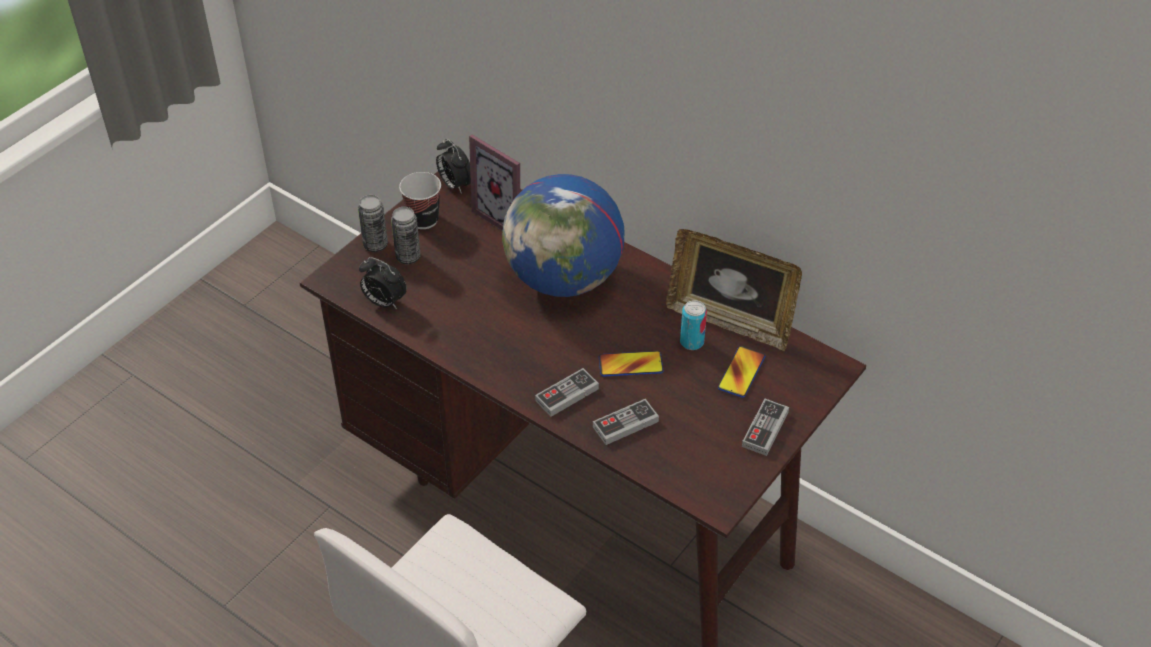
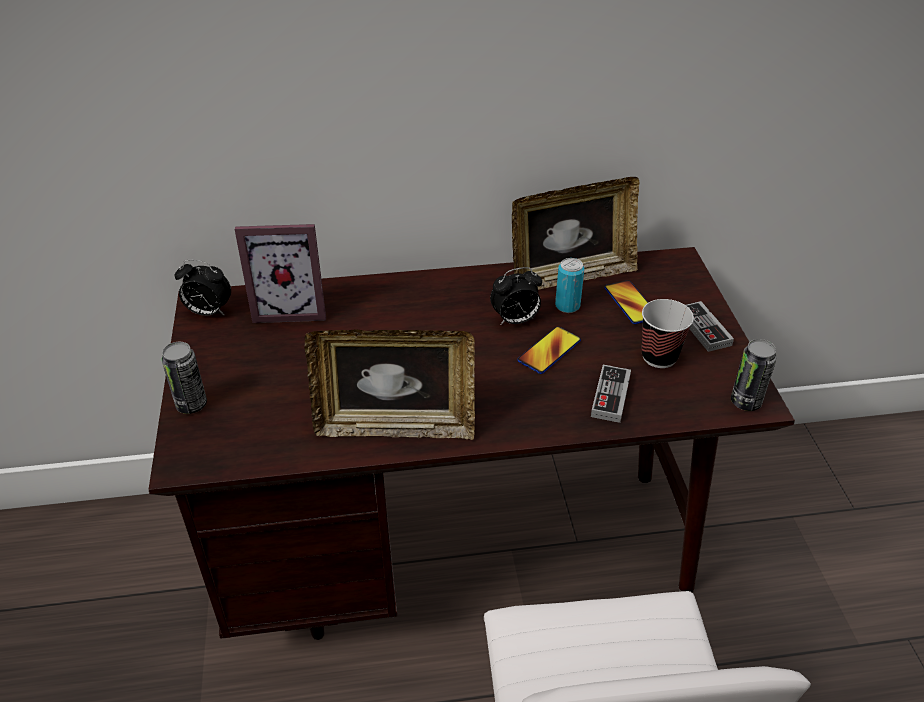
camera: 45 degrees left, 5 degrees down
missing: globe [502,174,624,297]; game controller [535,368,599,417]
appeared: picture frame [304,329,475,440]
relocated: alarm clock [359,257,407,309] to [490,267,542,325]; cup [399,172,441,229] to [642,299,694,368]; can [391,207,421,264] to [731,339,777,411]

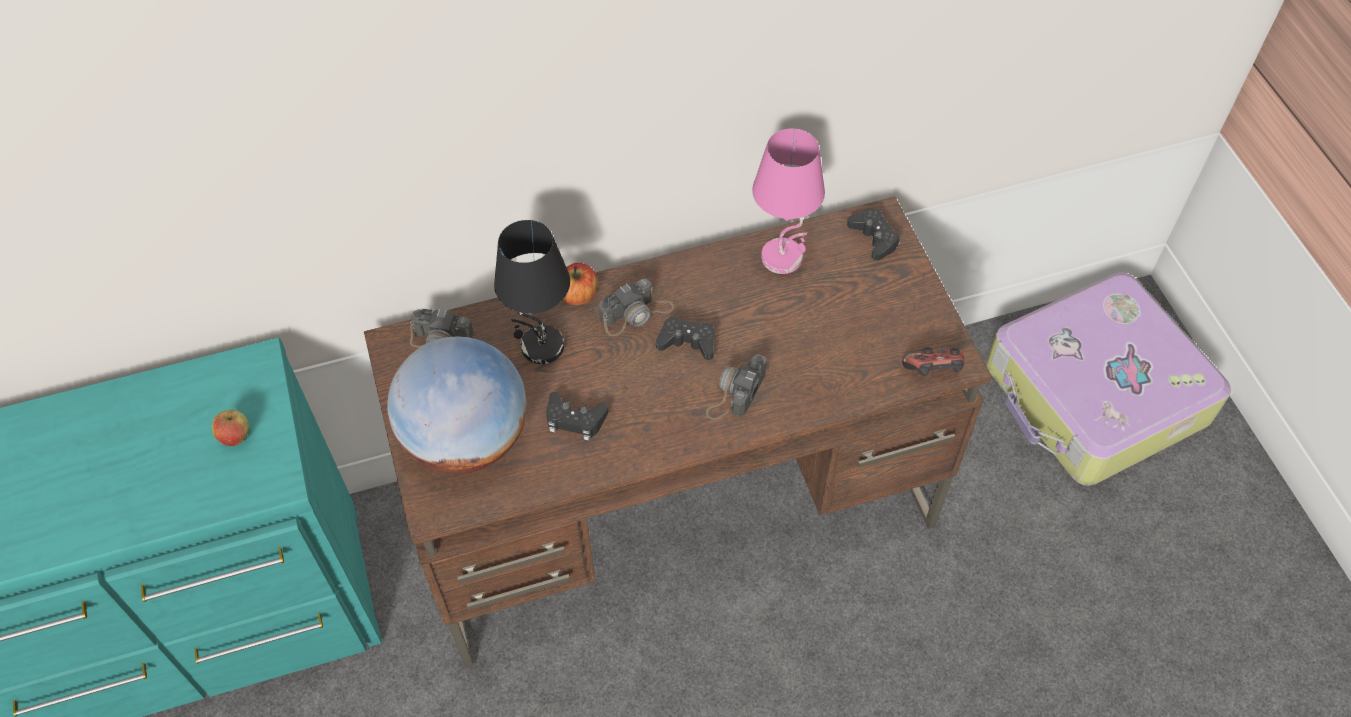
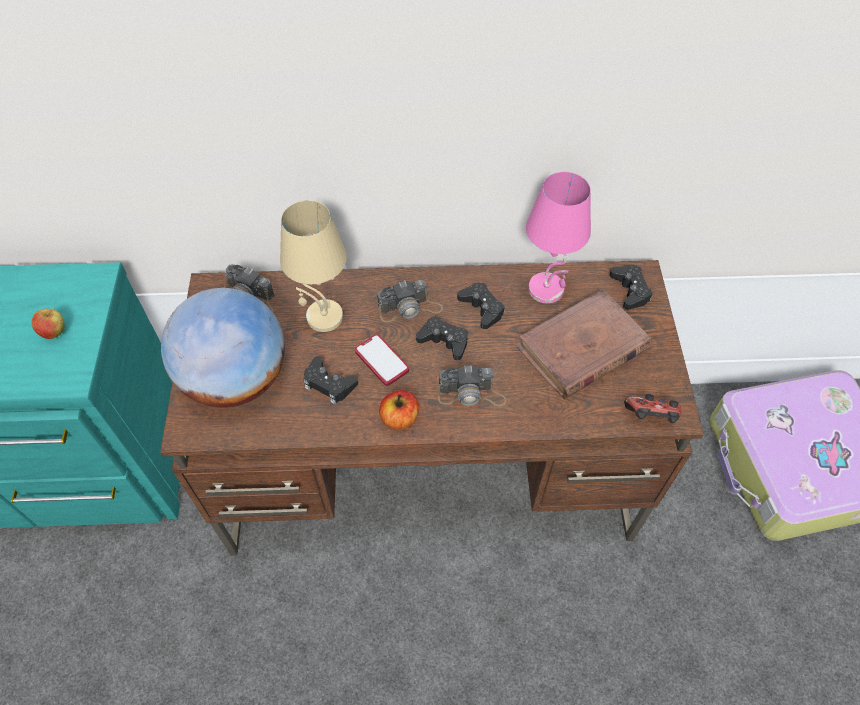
camera: 15 degrees right, 0 degrees up
appeared: phone [355,334,409,386]; game controller (black) [457,283,505,329]; book (brown) [515,289,652,399]
relocated: apple [563,263,597,305] to [379,390,419,429]
colour: table lamp (black) [494,220,570,364] to table lamp (beige) [280,200,347,332]
spun: photo camera [706,354,766,420] = [437,365,506,407] 135 degrees counterclockwise

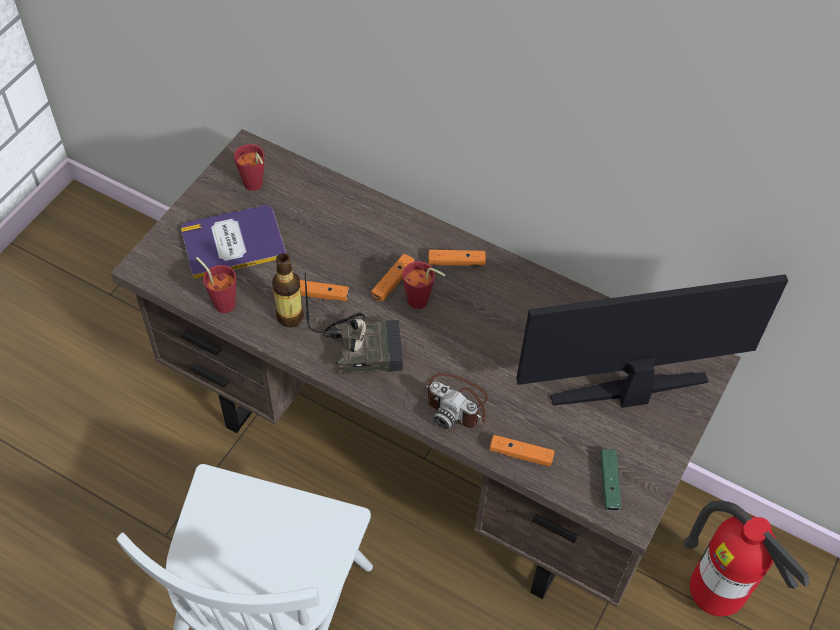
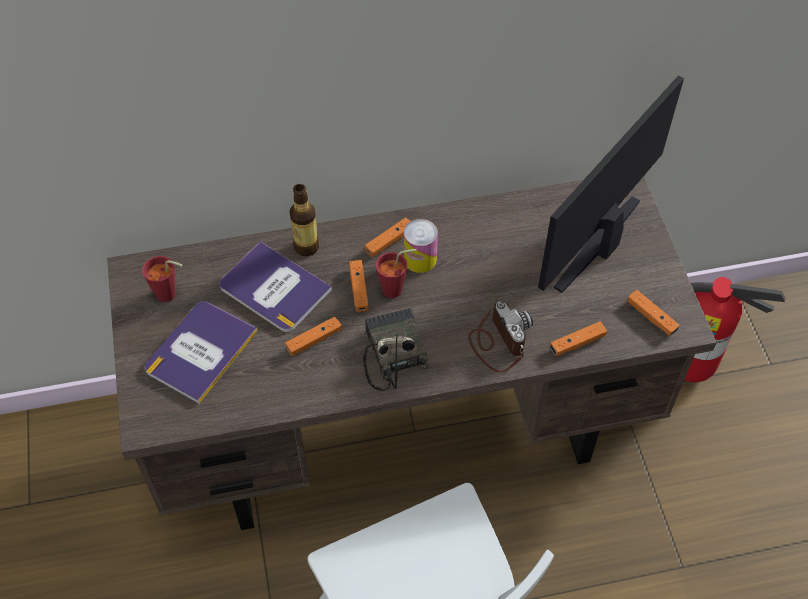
camera: 40 degrees left, 0 degrees up
missing: cup (red) [196,257,236,313]
appeared: book [219,241,332,332]; can [404,219,438,273]
relocated: bottle [272,253,304,327] to [289,184,319,256]
colour: game controller (green) [601,449,621,511] to game controller (orange) [627,290,680,336]
spun: radio [305,272,403,374] = [363,308,428,391] 60 degrees counterclockwise; photo camera [423,373,488,429] = [468,300,533,373] 105 degrees counterclockwise

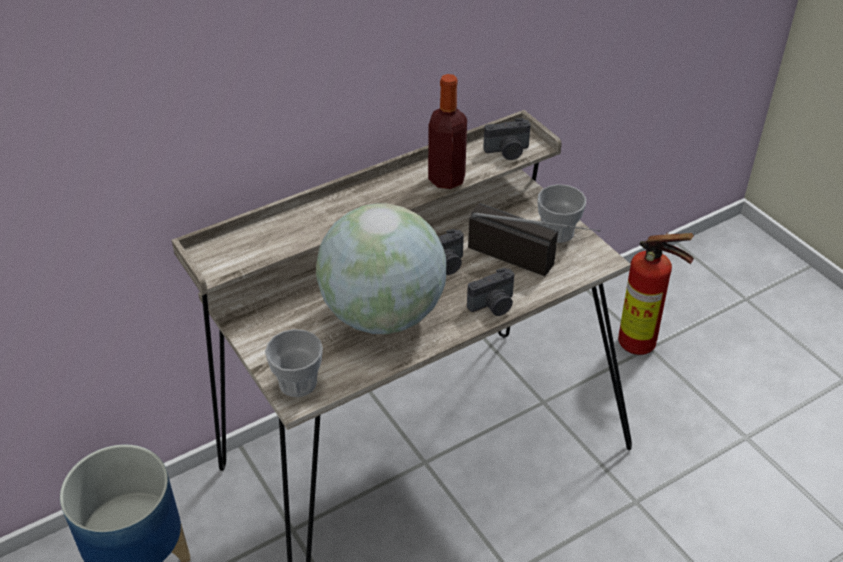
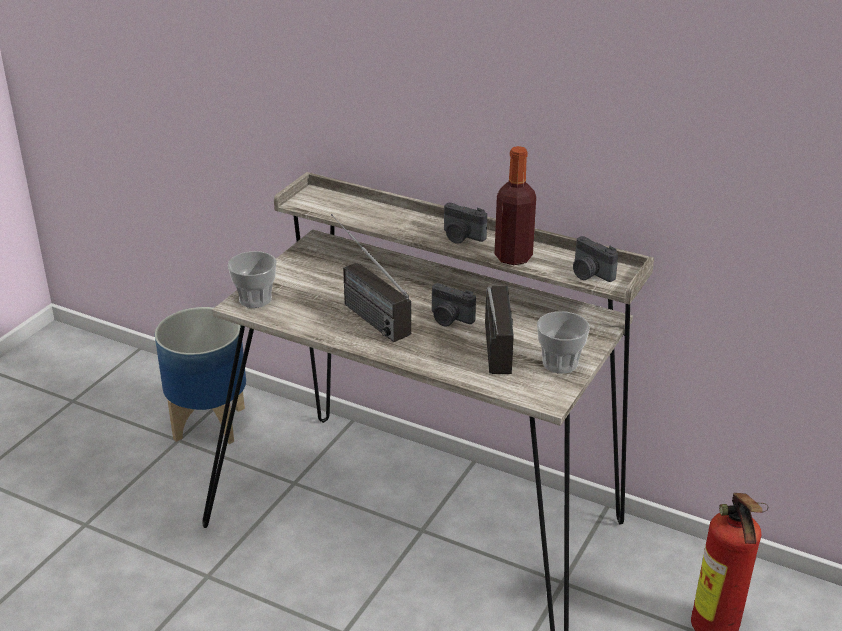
camera: 60 degrees right, 10 degrees down
relocated: photo camera [467,268,514,316] to [444,203,487,244]
exchanged: globe [316,203,446,334] to radio [331,214,411,342]

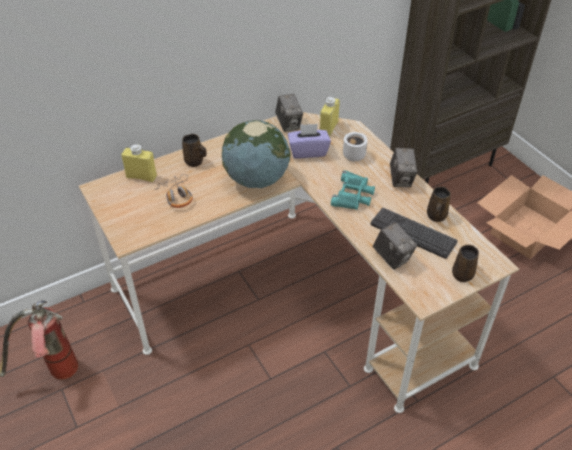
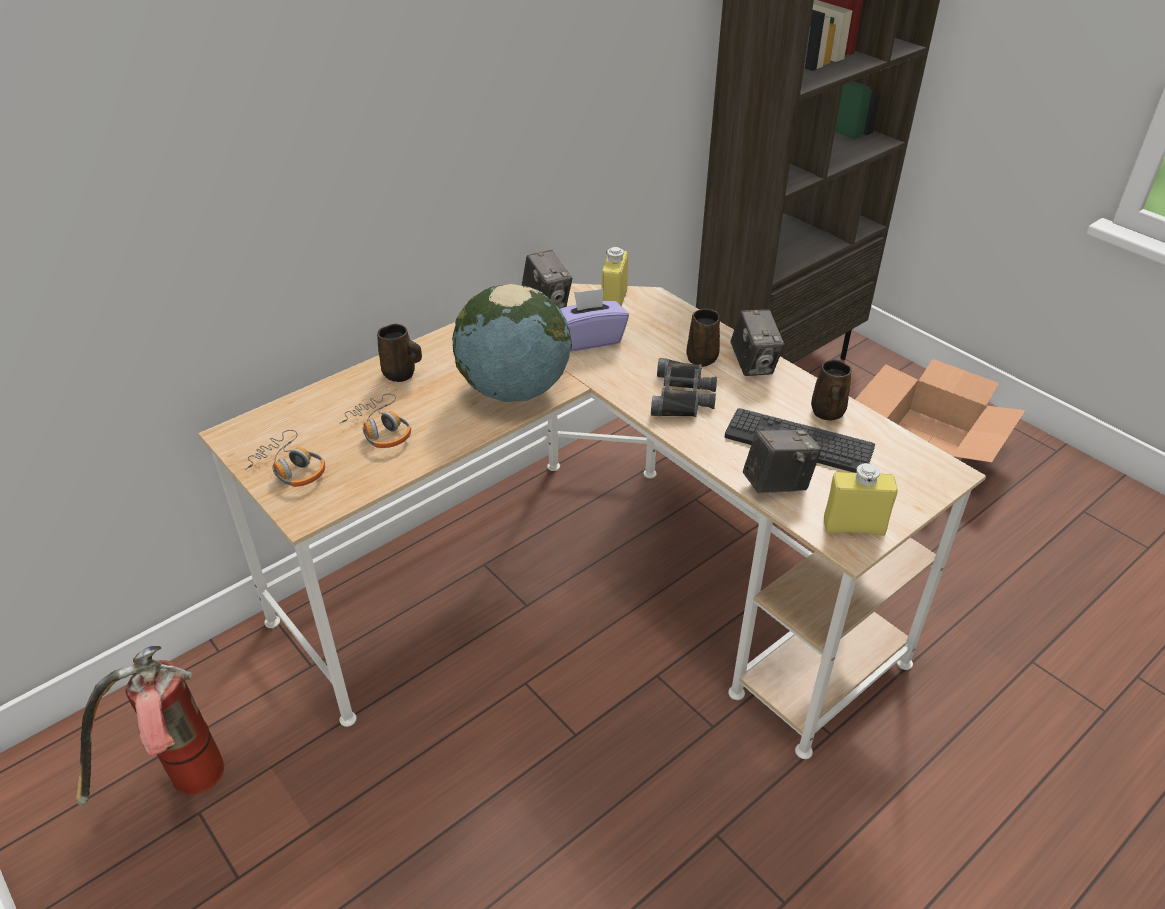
camera: 10 degrees left, 5 degrees down
missing: mug (white) [343,132,368,161]
appeared: headphones [245,430,325,487]
relocated: mug (brown) [452,245,479,282] to [686,308,720,367]; bottle (yellow) [121,144,157,182] to [824,463,898,536]
colour: binoculars (turquoise) [331,170,375,210] to binoculars (black) [651,358,717,417]
spun: photo camera [373,222,417,270] = [743,430,822,494] 60 degrees counterclockwise

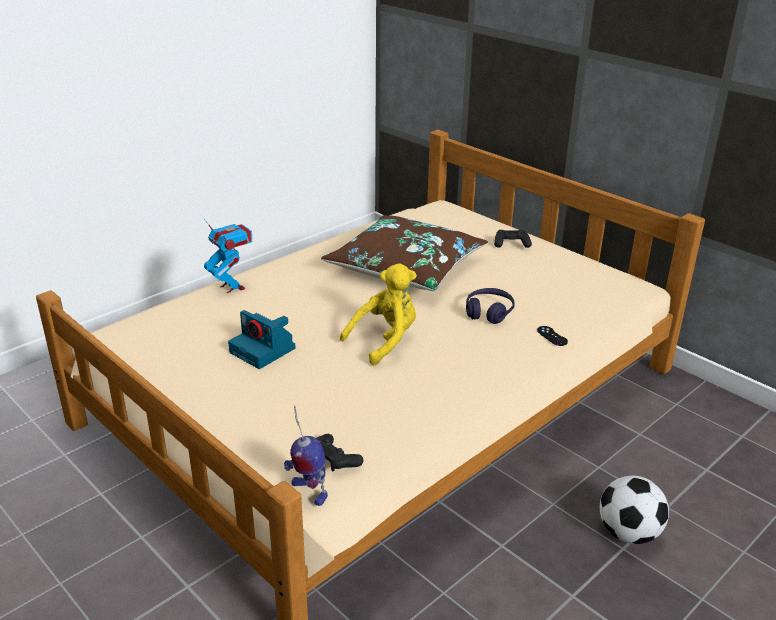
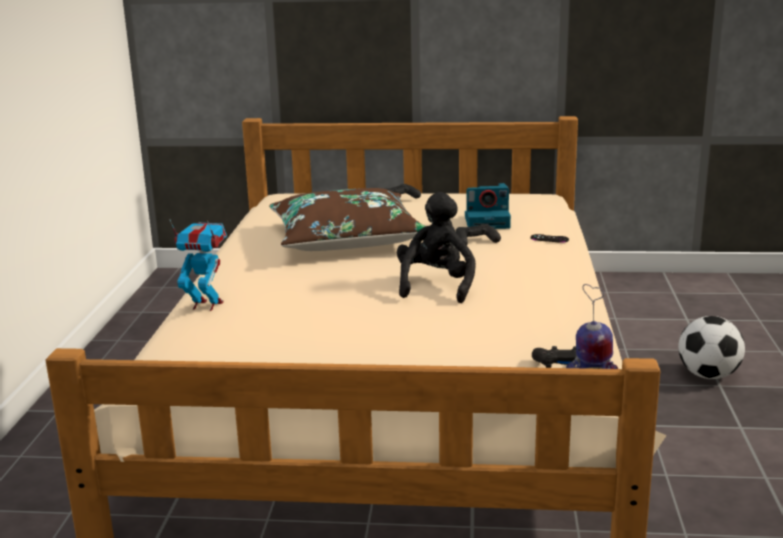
camera: 40 degrees left, 10 degrees down
relocated: photo camera [228,310,295,369] to [465,183,511,229]
exchanged: headphones (purple) [466,288,515,324] to game controller (black) [455,224,501,245]
colour: plush toy (yellow) [340,263,417,366] to plush toy (black) [397,192,476,303]

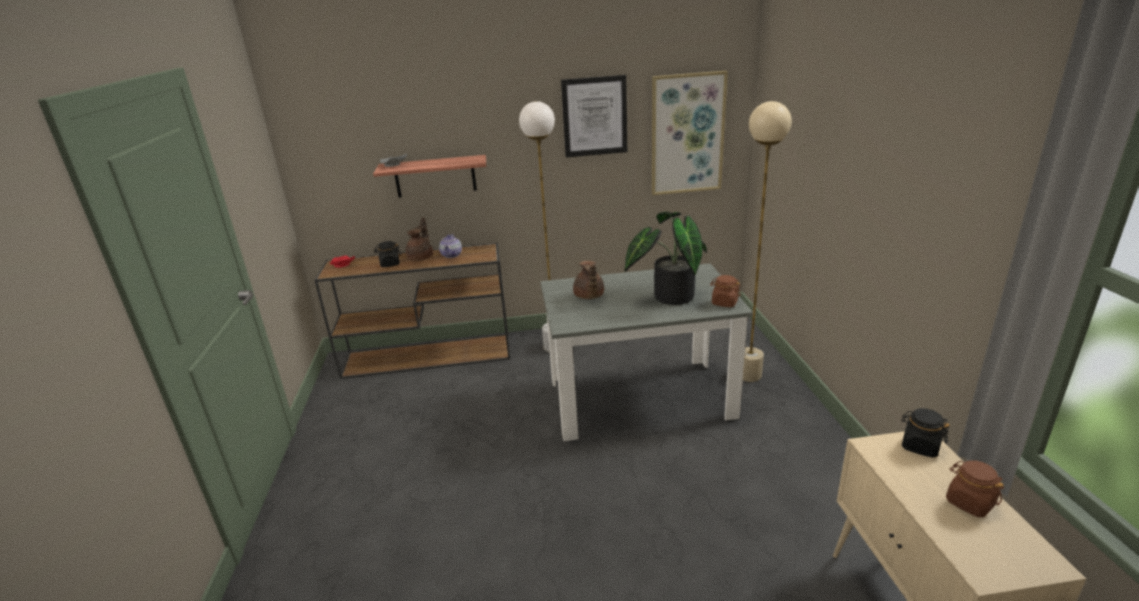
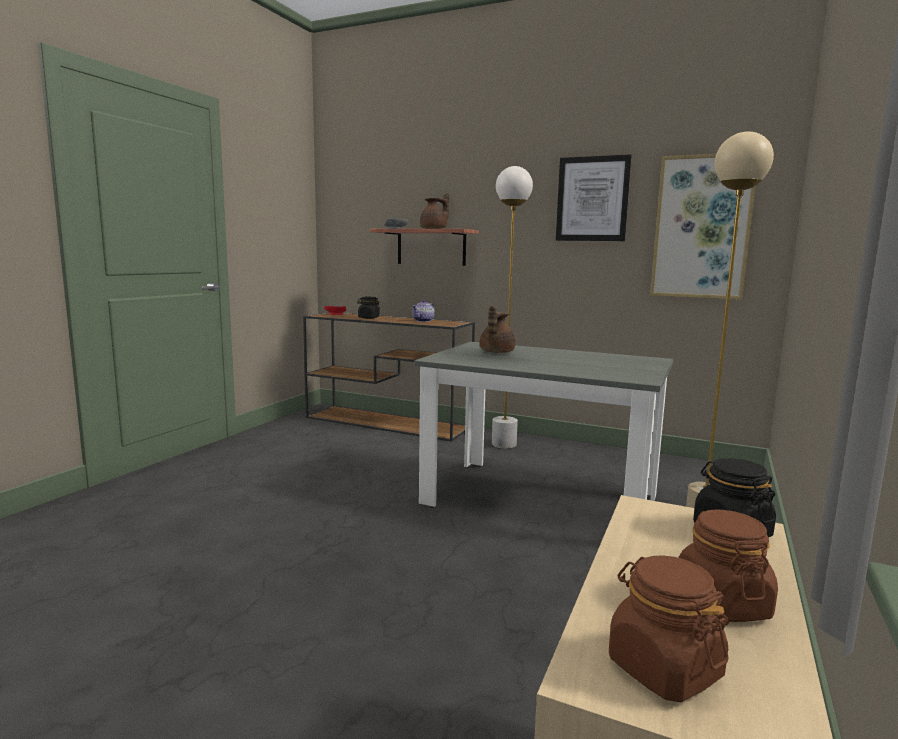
camera: 30 degrees right, 15 degrees down
missing: potted plant [624,212,707,305]
relocated: teapot (brown) [406,217,433,261] to [420,193,449,229]; jar (brown) [710,275,741,307] to [609,555,729,702]

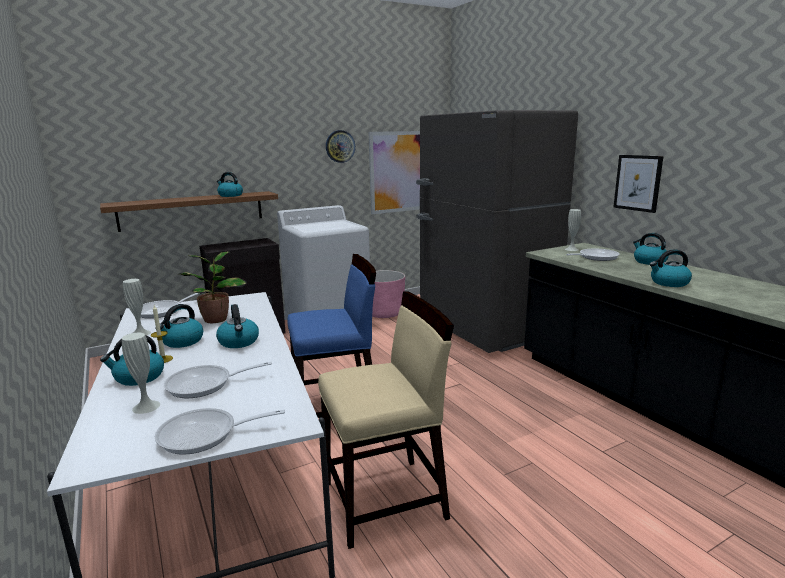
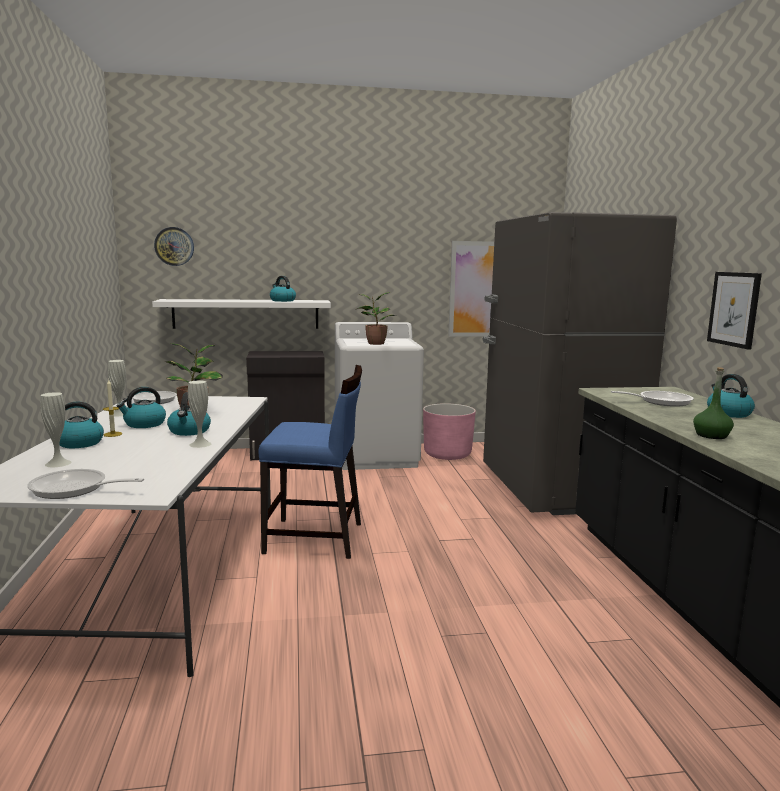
camera: 20 degrees right, 5 degrees down
missing: frying pan [164,362,272,398]; chair (beige) [318,291,454,549]
appeared: potted plant [357,292,396,345]
relocated: wall clock [326,130,355,163] to [154,227,194,266]; vase (white) [565,209,581,251] to [188,380,212,448]
exchanged: kettle [650,249,692,287] to bottle (green) [693,367,734,439]
colour: shelf (brown) [100,191,278,232] to shelf (white) [152,299,331,329]

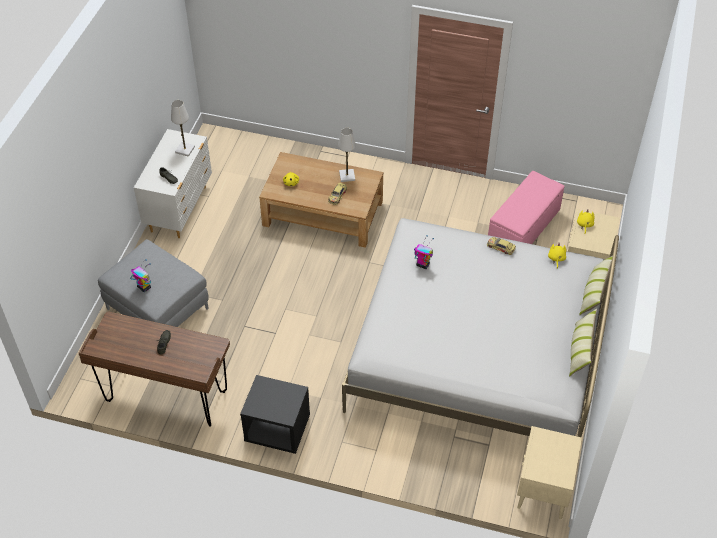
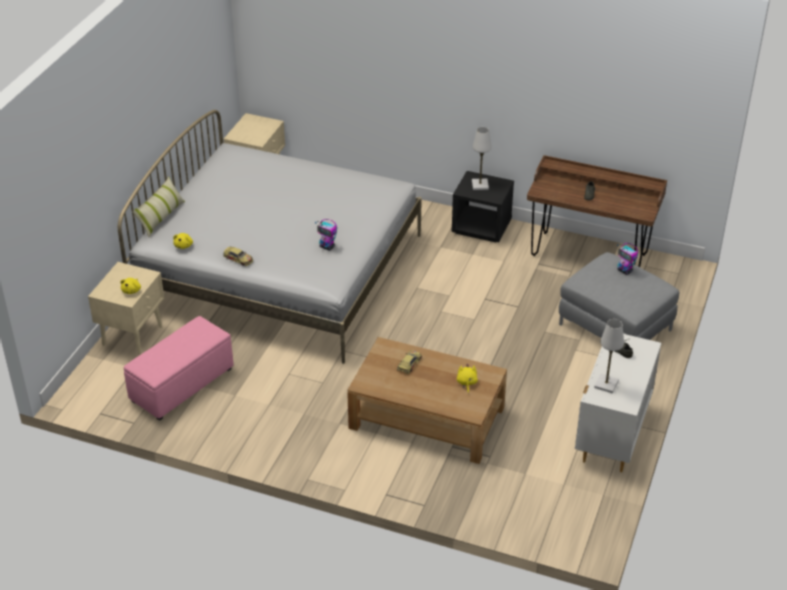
camera: 175 degrees left, 10 degrees down
missing: pillow [569,309,597,376]
relocated: table lamp (white) [338,128,356,182] to [472,127,492,190]

